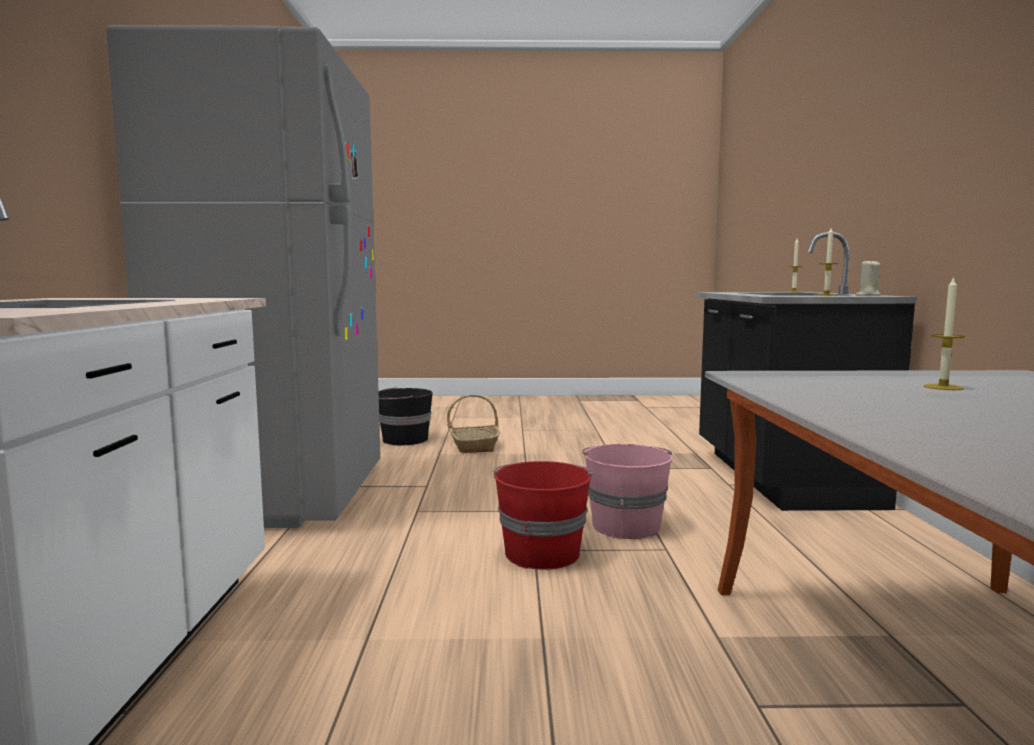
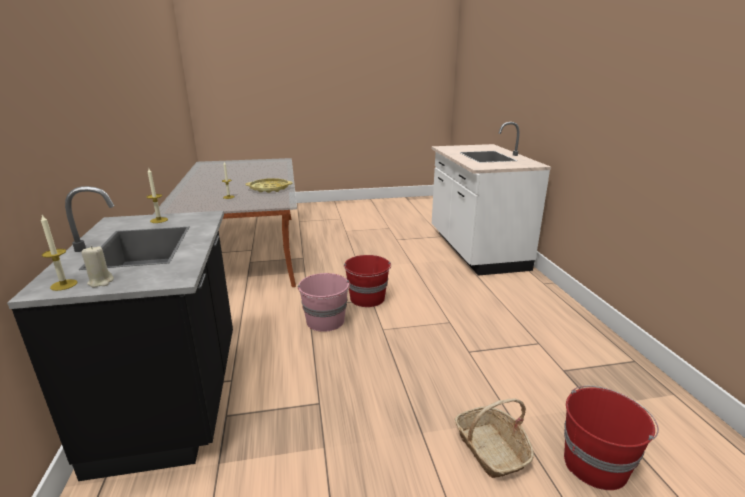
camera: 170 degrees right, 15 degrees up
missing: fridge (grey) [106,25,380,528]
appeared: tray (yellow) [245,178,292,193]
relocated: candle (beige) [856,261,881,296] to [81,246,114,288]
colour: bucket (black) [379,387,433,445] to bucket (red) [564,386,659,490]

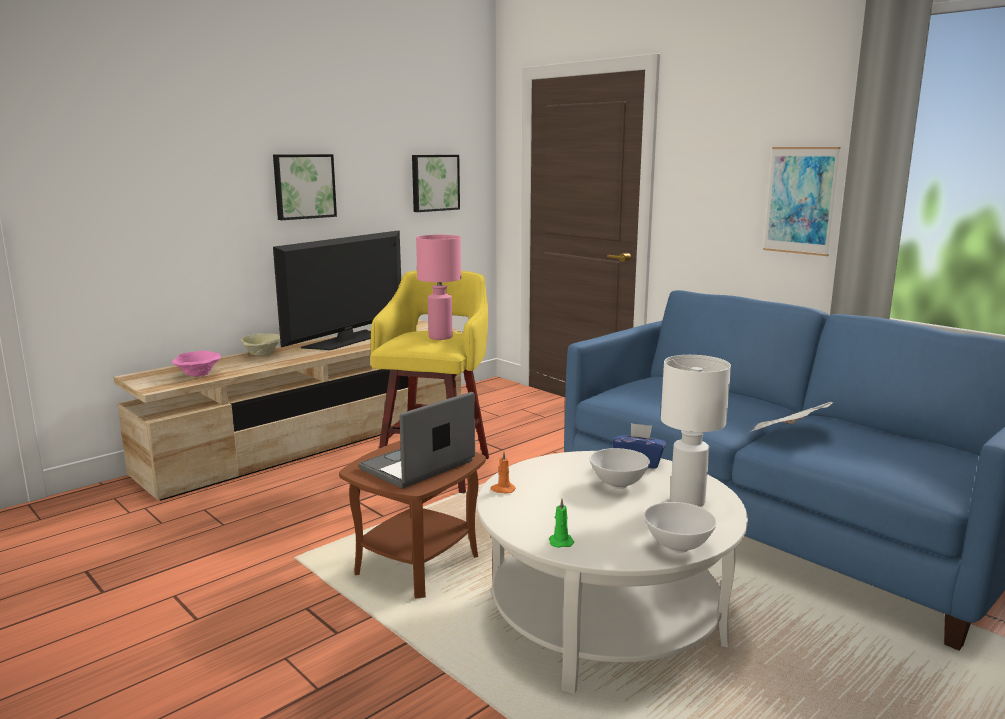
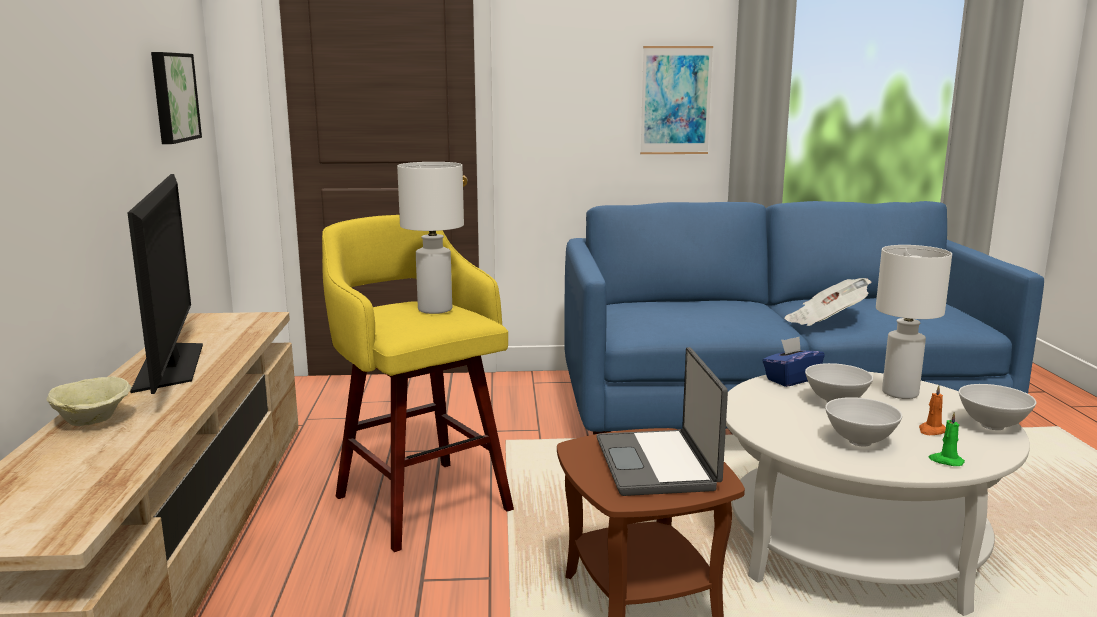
camera: 50 degrees left, 0 degrees up
missing: bowl (pink) [172,351,221,377]; picture [273,154,337,220]
appeared: bowl (white) [825,397,902,446]
relocated: candle (orange) [490,451,516,494] to [919,385,946,435]
colour: table lamp (pink) [416,235,461,340] to table lamp (white) [397,162,464,314]

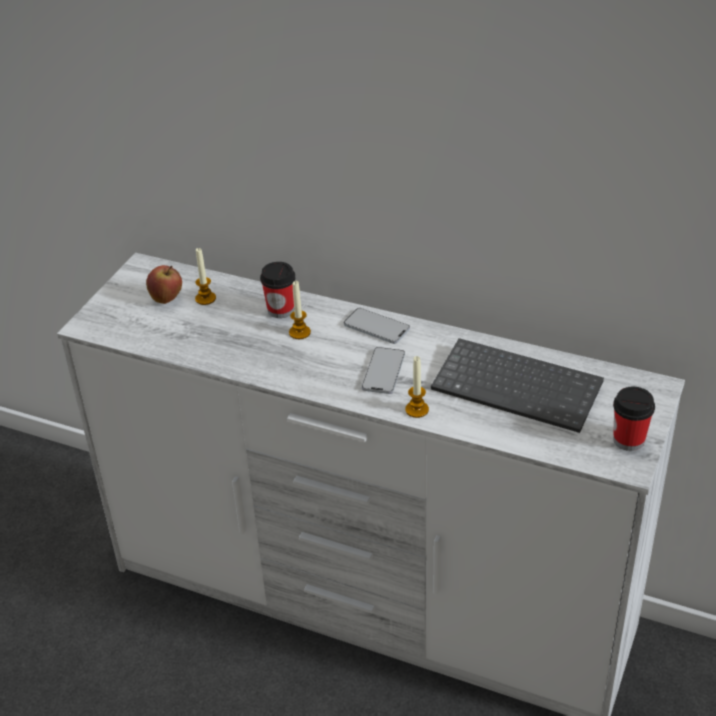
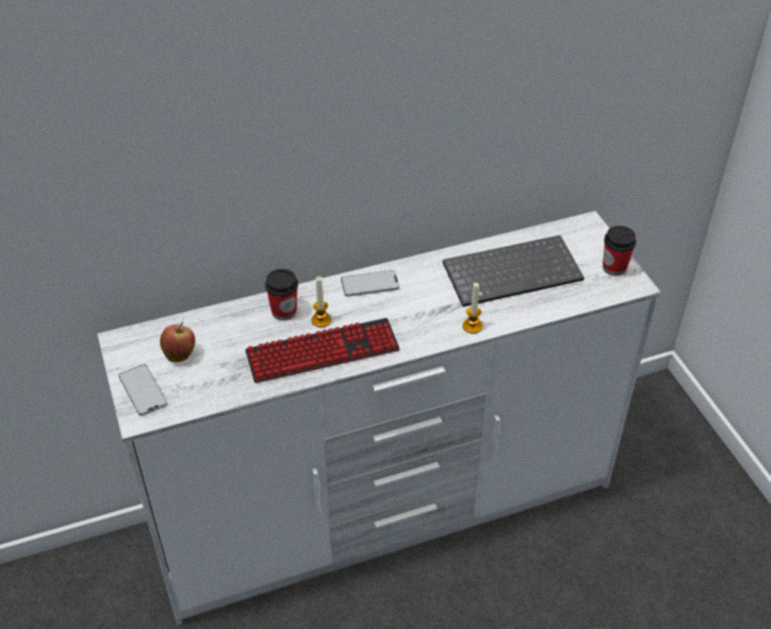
camera: 45 degrees left, 5 degrees up
missing: candle [195,248,216,305]
appeared: keyboard [245,318,400,383]
relocated: phone [362,347,405,394] to [119,364,167,416]

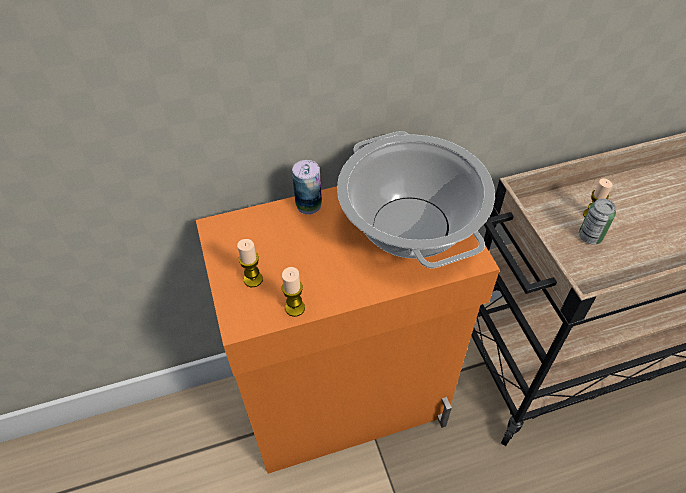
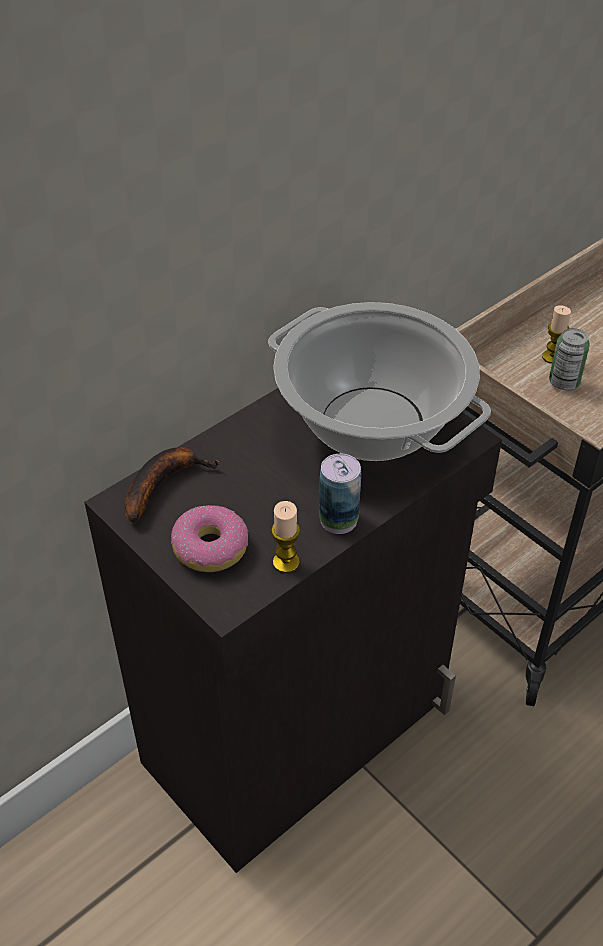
camera: 25 degrees left, 5 degrees down
appeared: banana [125,447,219,524]
relocated: can [292,160,322,215] to [319,454,361,534]
exchanged: candle [237,239,263,287] to donut [171,505,248,572]
colour: cabinet (orange) [196,186,500,474] to cabinet (black) [84,388,502,873]

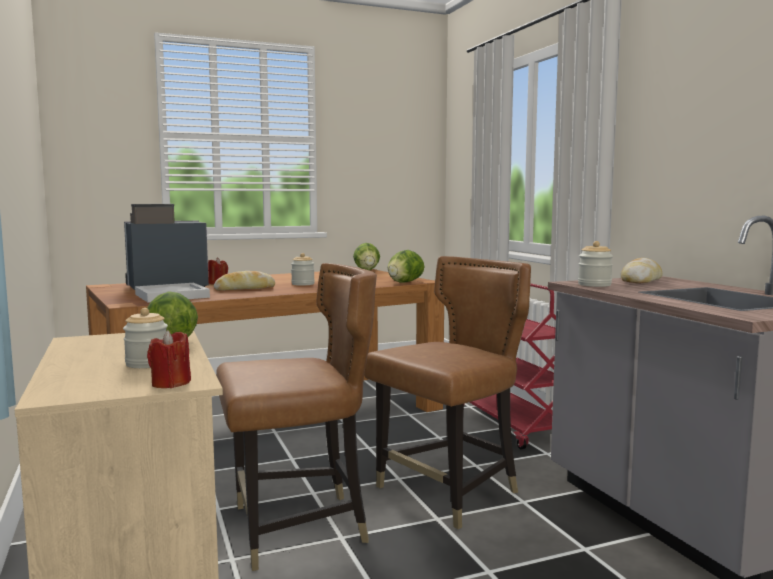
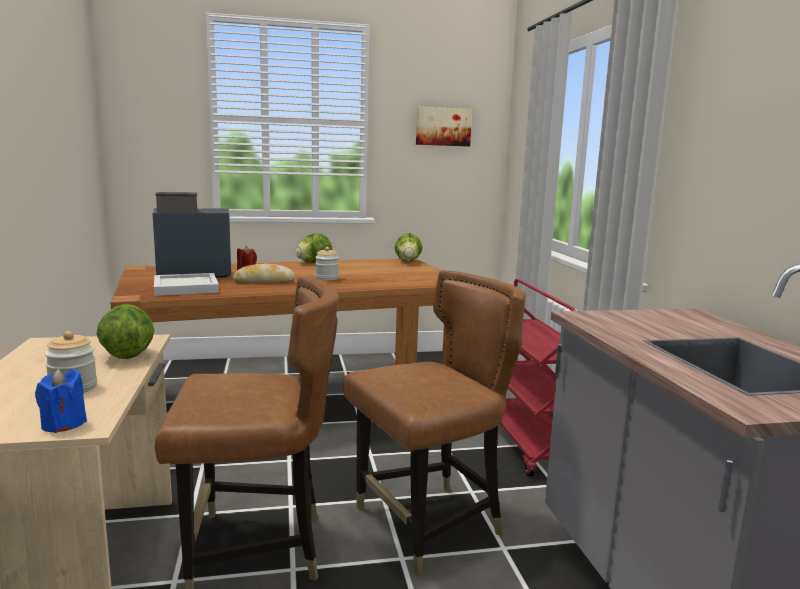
camera: 10 degrees right, 5 degrees up
missing: jar [578,241,613,287]; bread [621,258,662,283]
appeared: picture [416,107,472,147]
relocated: lettuce [388,250,424,283] to [296,233,332,263]
colour: candle (red) [147,330,191,388] to candle (blue) [35,369,87,433]

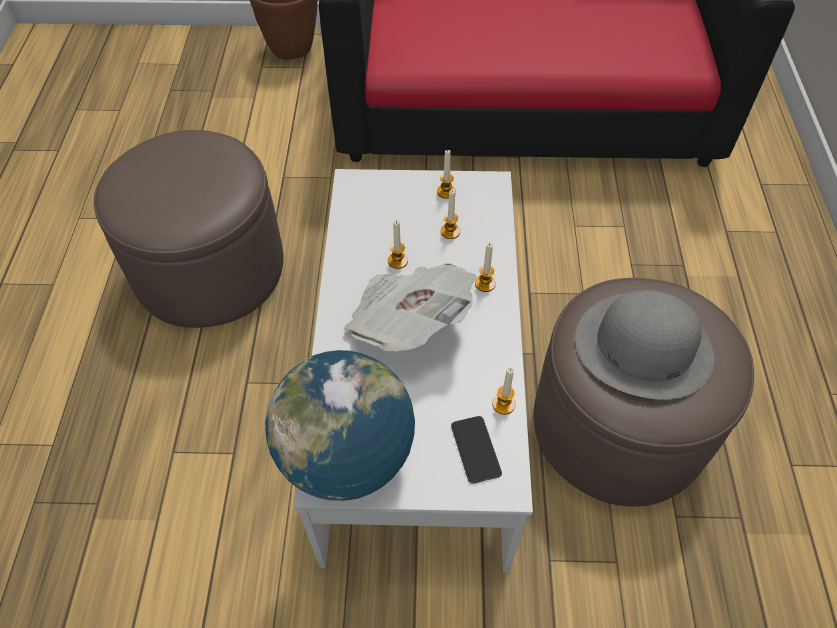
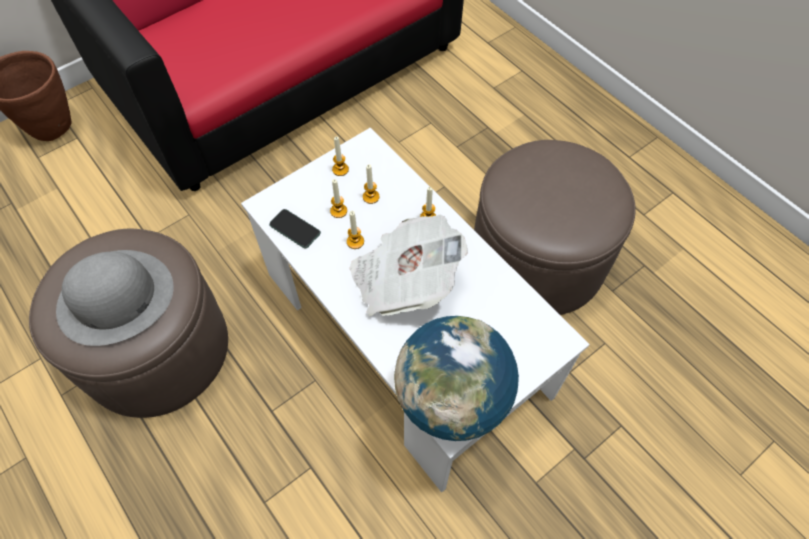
camera: 40 degrees left, 5 degrees up
relocated: hat (grey) [575,290,714,400] to [56,250,174,346]; phone [451,416,502,484] to [269,209,321,249]; candle [492,367,516,415] to [330,179,347,218]

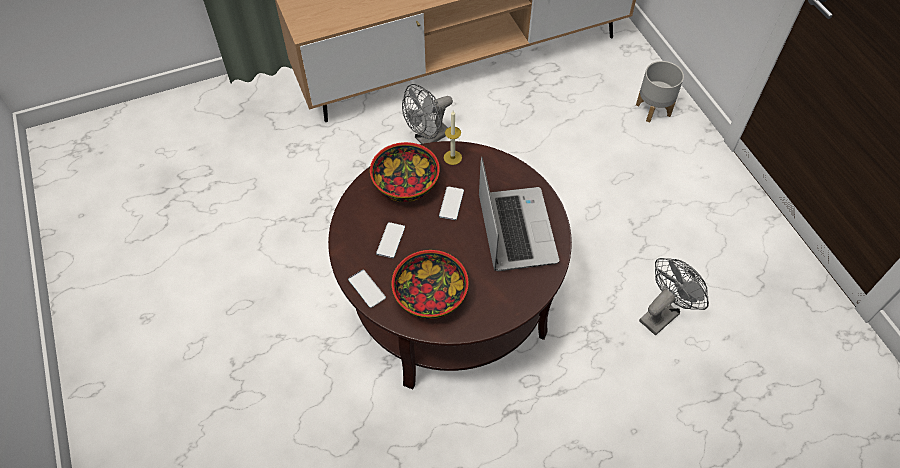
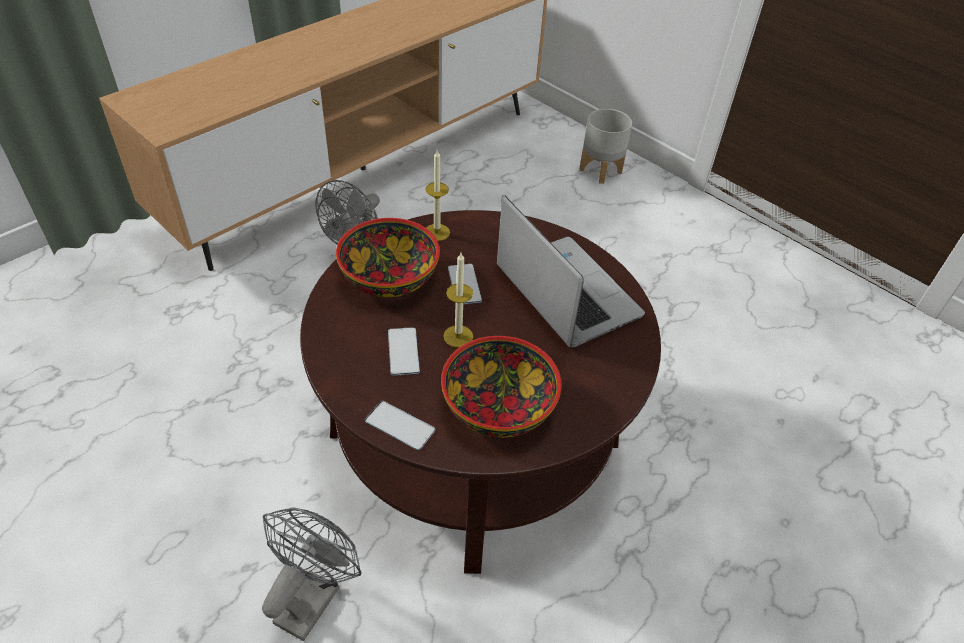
camera: 25 degrees left, 10 degrees down
appeared: candle [443,253,473,348]
relocated: fan (grey) [639,258,709,335] to [262,507,362,641]

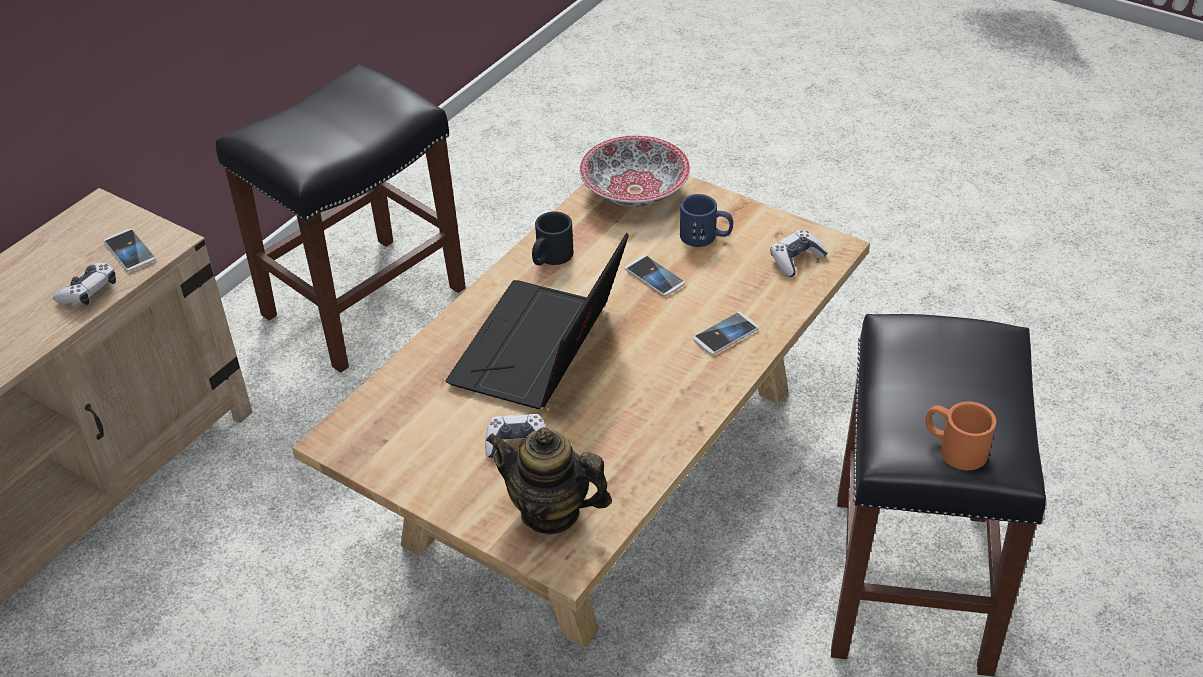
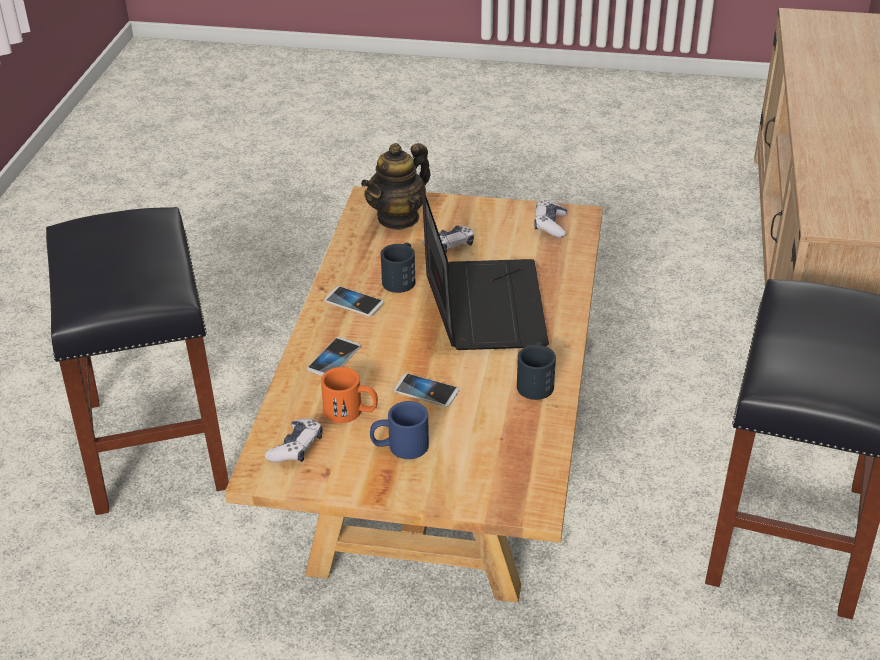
camera: 155 degrees right, 5 degrees down
missing: bowl [579,135,690,207]
appeared: mug (black) [381,243,415,293]
relocated: mug (orange) [926,402,996,470] to [321,367,378,423]; phone [104,229,156,271] to [325,286,384,317]; game controller [53,263,116,305] to [534,200,567,238]
spun: teapot [486,427,612,535] = [361,143,431,230] 135 degrees clockwise

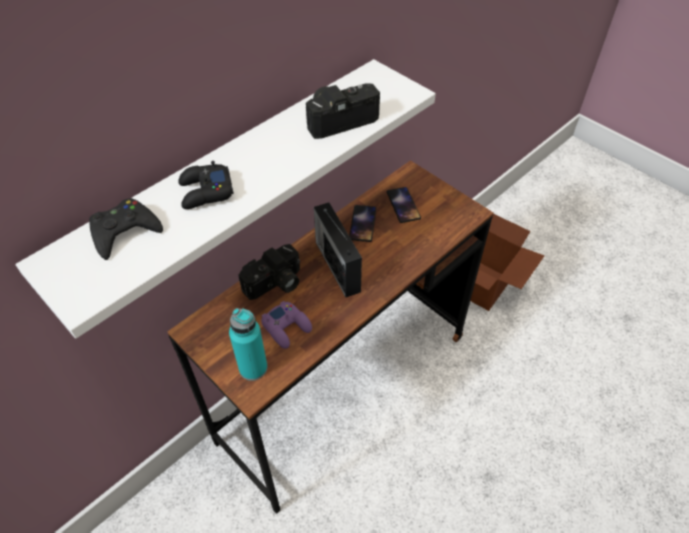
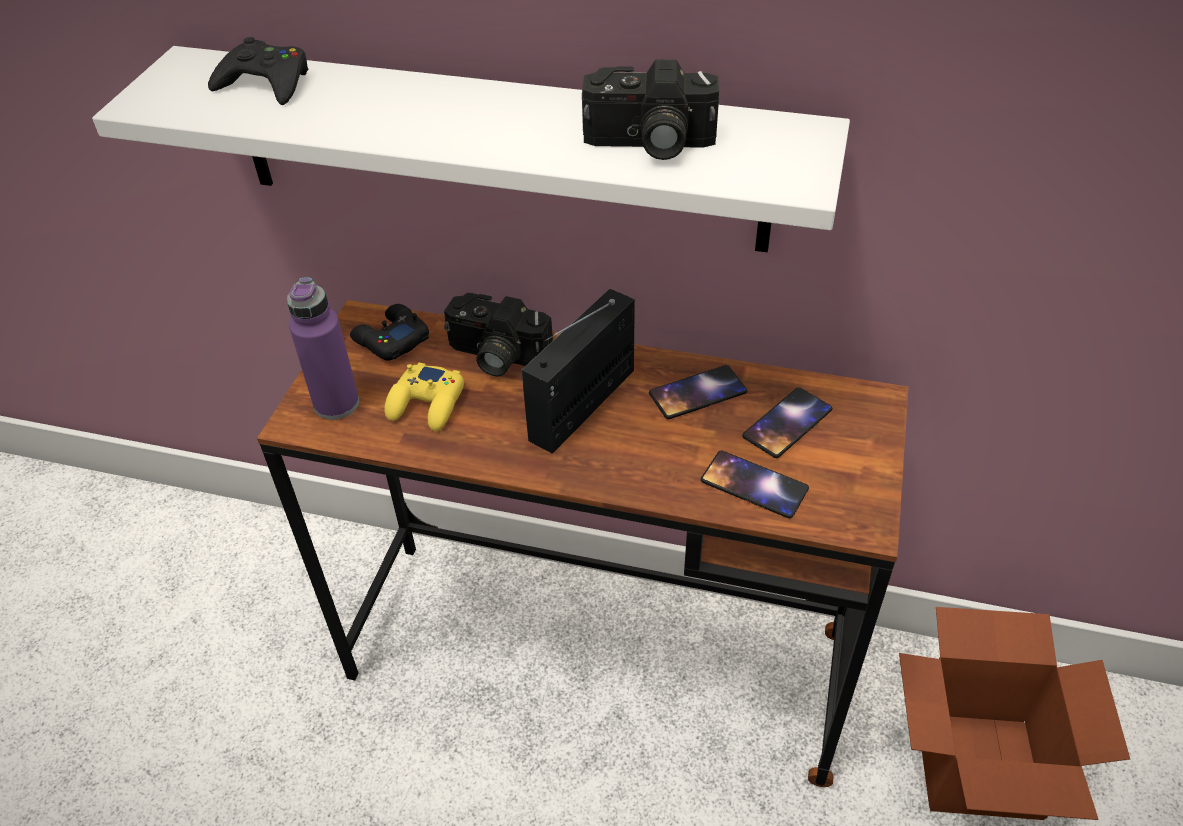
camera: 60 degrees right, 5 degrees down
appeared: phone [701,451,809,518]
relocated: game controller (black) [178,161,234,209] to [350,304,429,360]
colour: bottle (turquoise) [229,308,268,381] to bottle (purple) [287,277,359,420]; game controller (purple) [261,301,312,349] to game controller (yellow) [384,363,464,431]
spun: photo camera [306,83,380,139] = [582,60,719,160] 150 degrees clockwise

